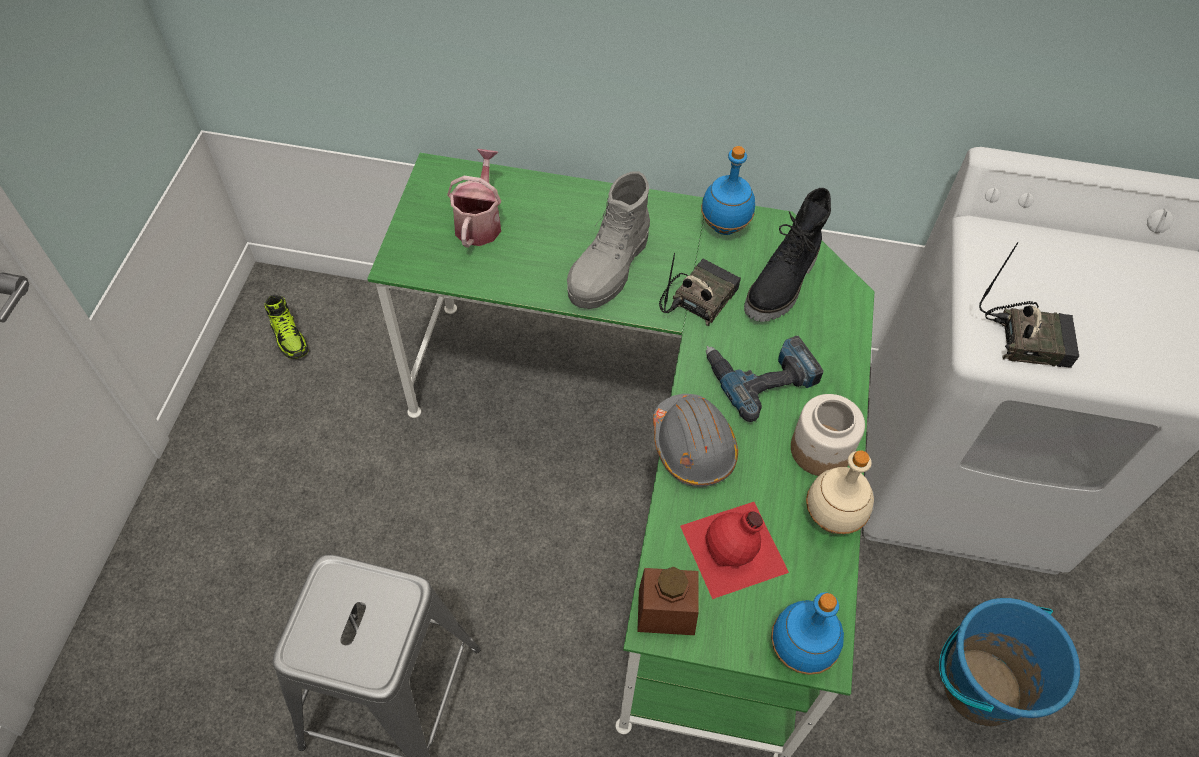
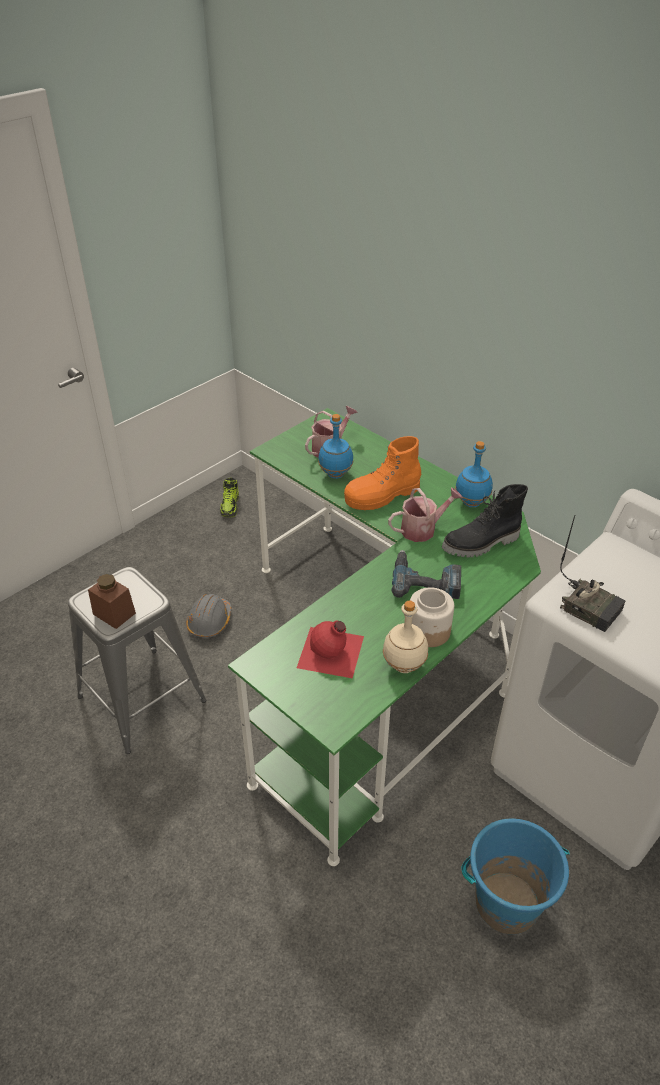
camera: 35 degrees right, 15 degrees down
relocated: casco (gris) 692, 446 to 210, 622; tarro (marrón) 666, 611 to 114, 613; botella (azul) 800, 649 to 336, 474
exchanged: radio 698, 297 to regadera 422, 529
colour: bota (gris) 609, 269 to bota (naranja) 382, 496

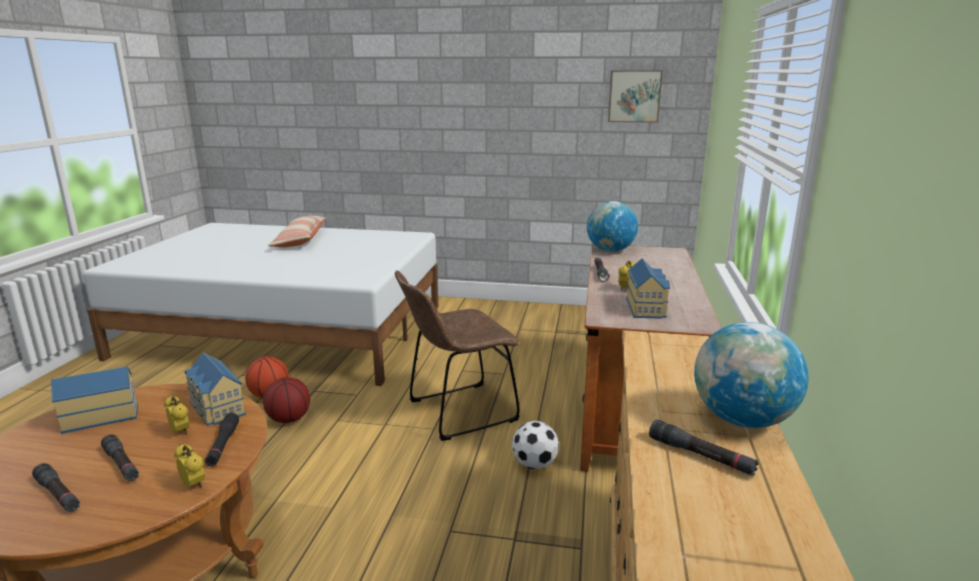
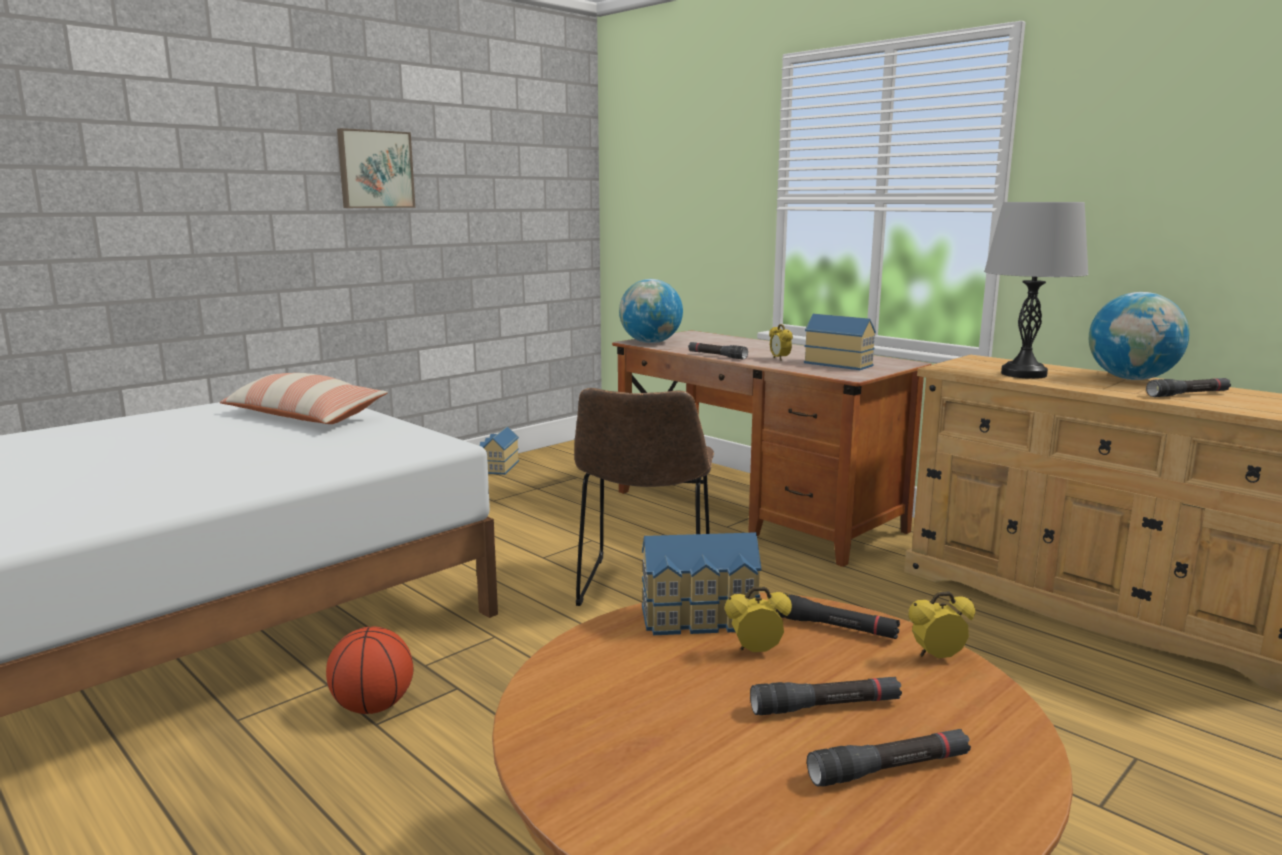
camera: 55 degrees left, 5 degrees down
missing: balón de baloncesto 289, 419; balón de fútbol 534, 464
appeared: lámpara de mesa (gris) 1023, 374
relocated: cuadro 634, 96 to 375, 169; cojín 300, 240 to 304, 416; casita 100, 416 to 498, 467

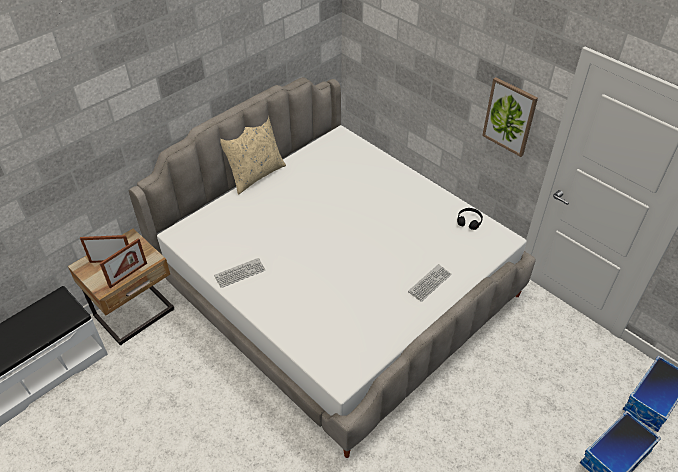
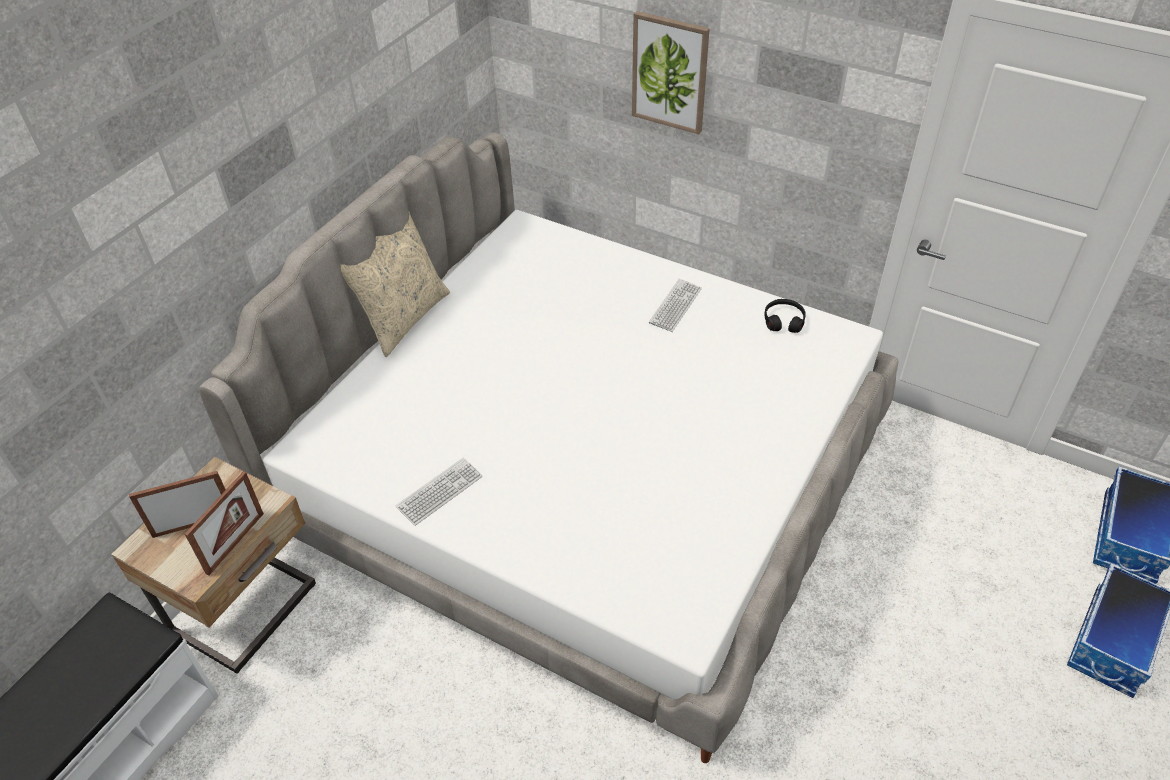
camera: 15 degrees left, 0 degrees up
relocated: cuadro 509, 116 to 670, 72; teclado 429, 283 to 675, 306

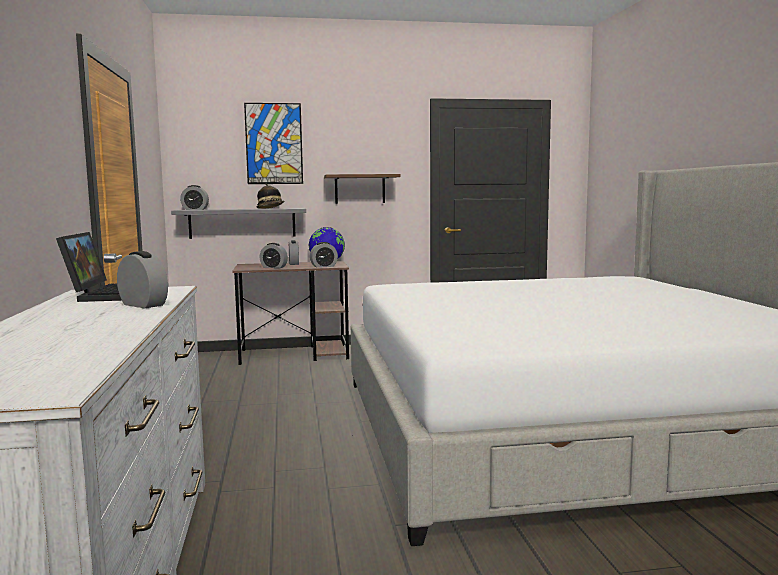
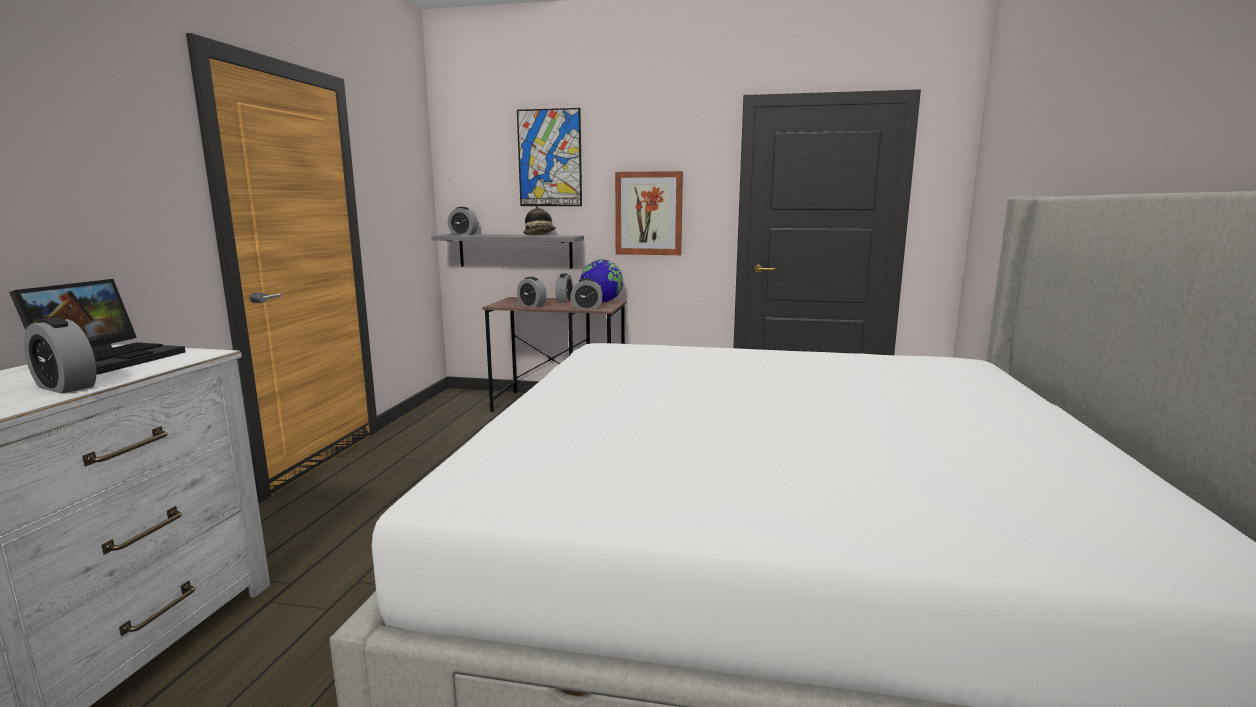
camera: 20 degrees right, 5 degrees up
exchanged: estante 360, 189 to cuadro 648, 213
spun: despertador 143, 305 = 66, 387 150 degrees clockwise

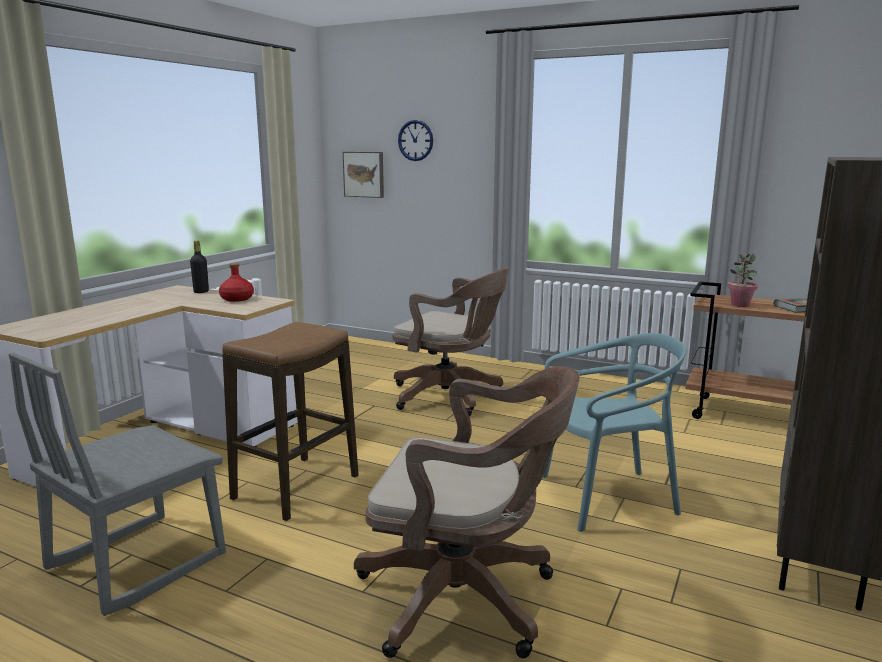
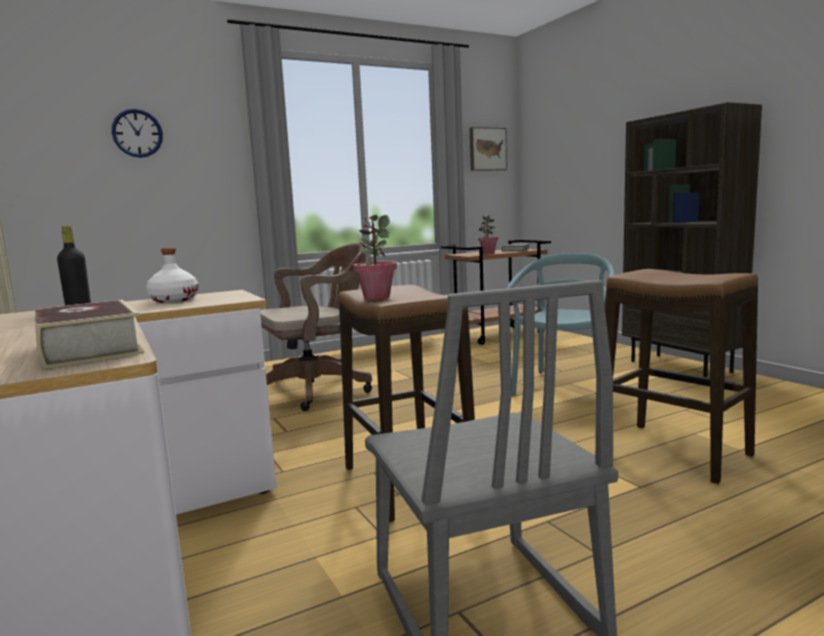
camera: 55 degrees left, 5 degrees down
appeared: planta en maceta 376, 297; libro 89, 349
relocated: cuadro 364, 174 to 487, 149
exchanged: silla de oficina (marrón) 467, 599 to taburete 674, 452
colour: botella (rojo) 237, 299 to botella (blanco) 173, 300

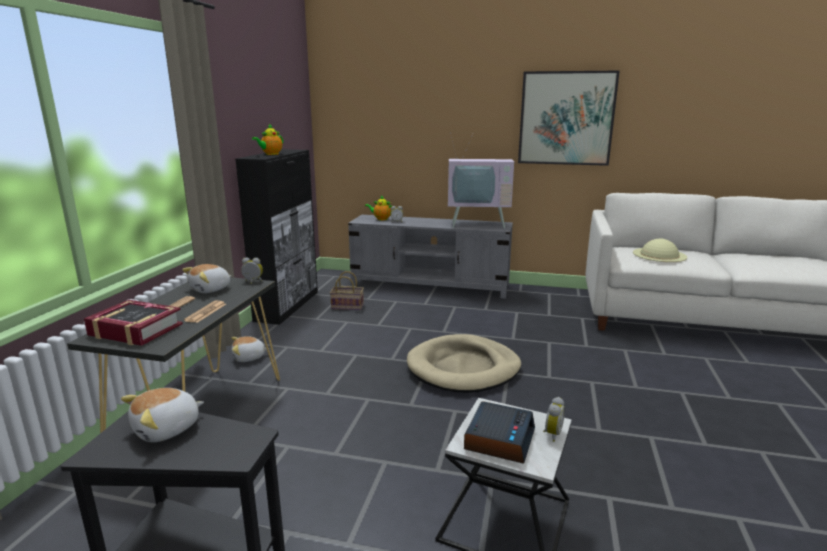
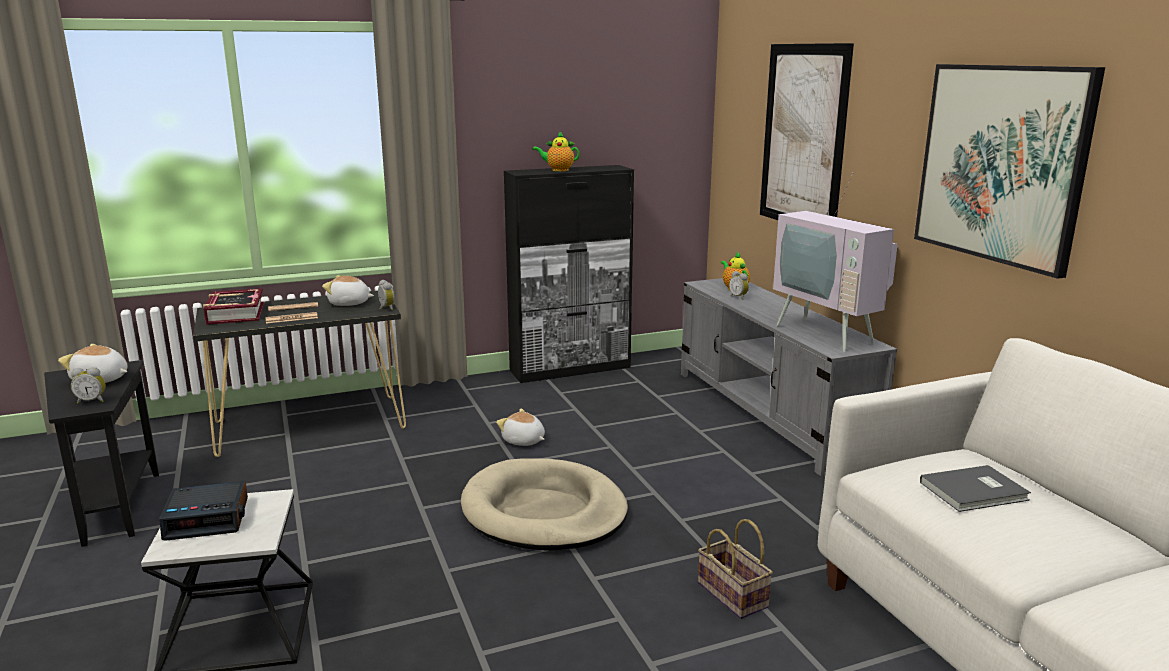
camera: 55 degrees right, 0 degrees up
appeared: cuadro 803, 137
relocated: cesta 348, 306 to 734, 595; peluche 249, 358 to 523, 441; despertador 551, 434 to 92, 401
exchanged: sombrero (beis) 659, 254 to libro (gris) 976, 492

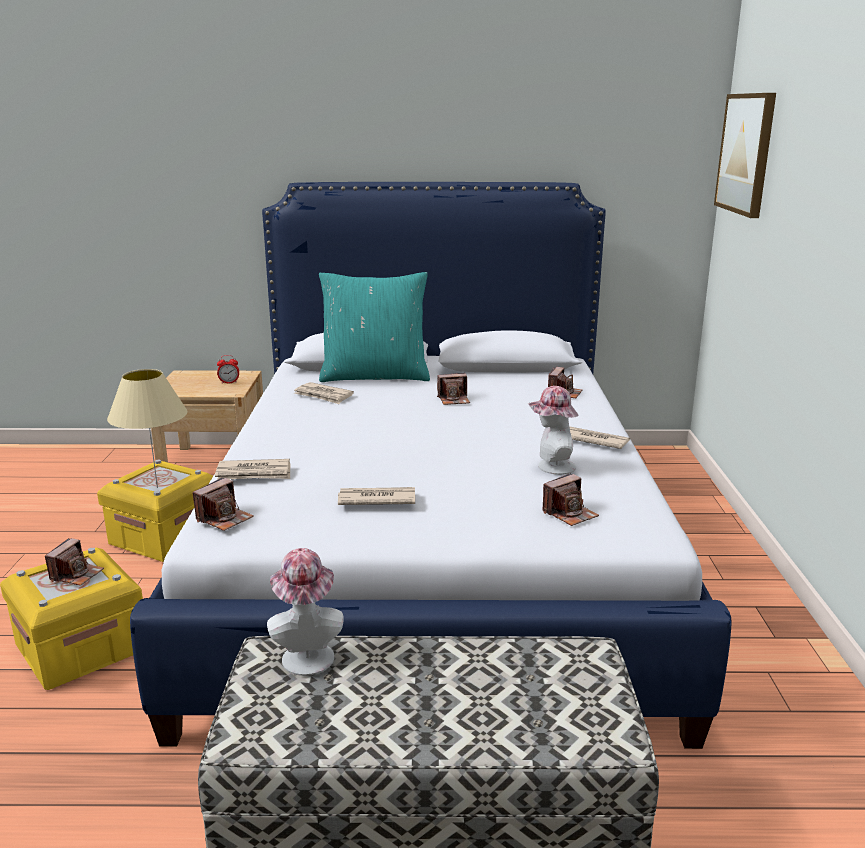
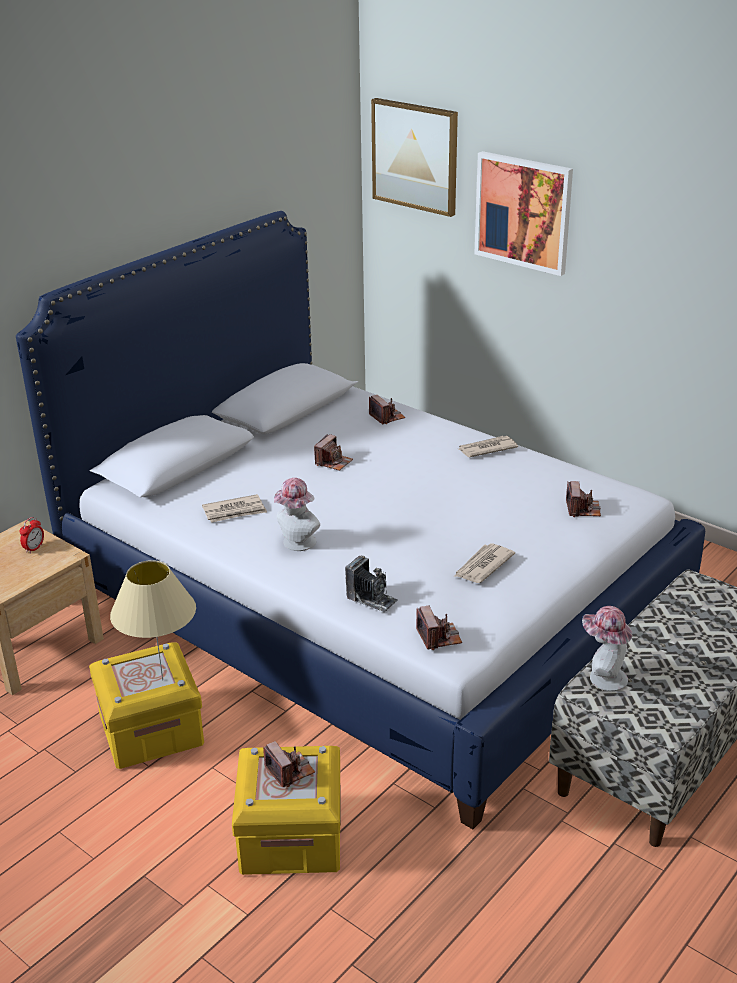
camera: 50 degrees left, 10 degrees up
missing: cojín (turquesa) 375, 376
appeared: cuadro 523, 212
relocated: sombrero 551, 467 to 297, 544
exchanged: periódico 254, 473 to cámara 371, 599

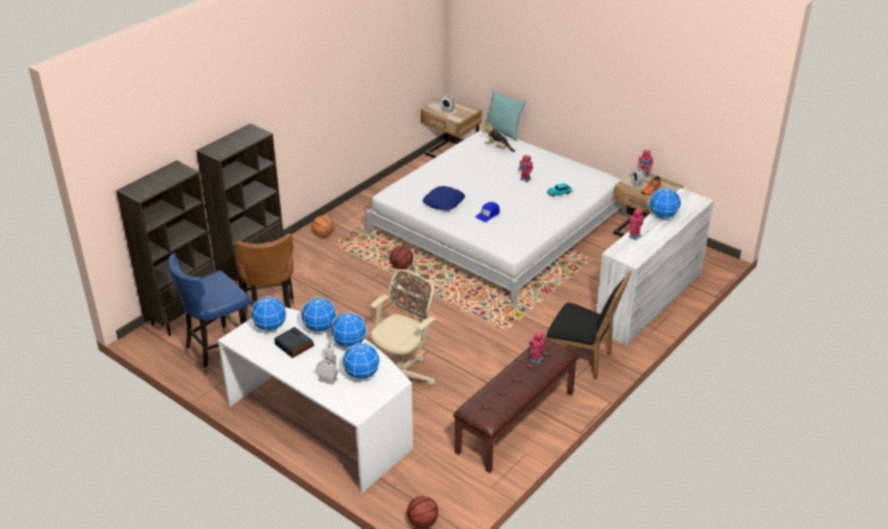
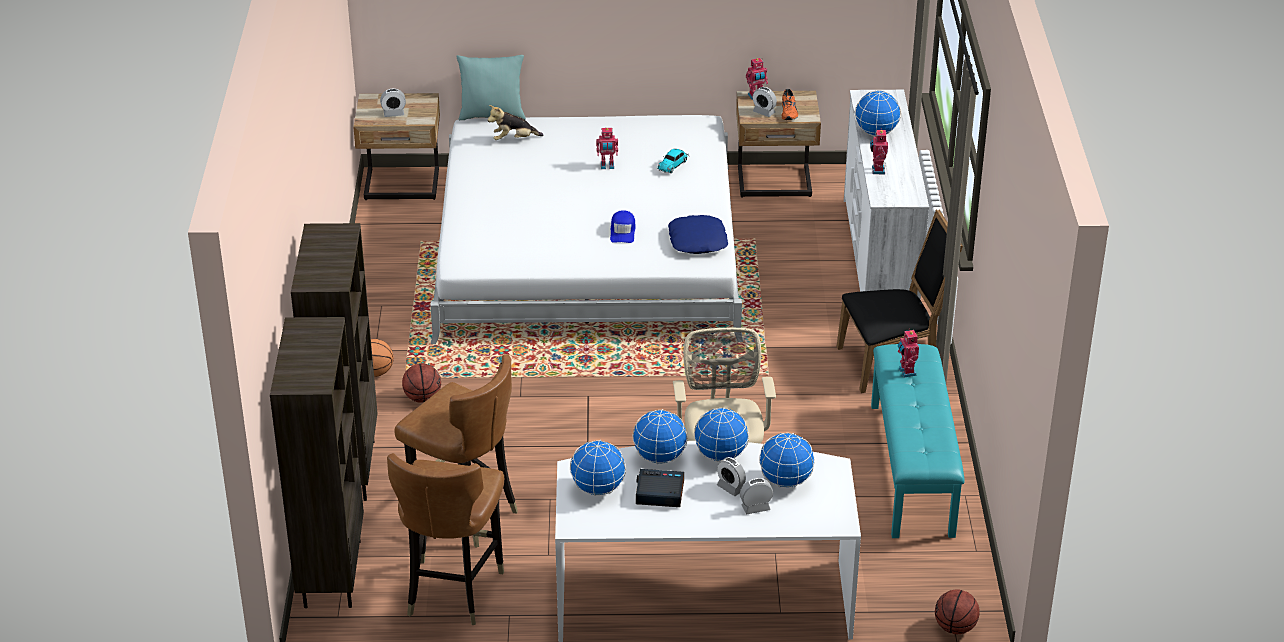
camera: 40 degrees left, 0 degrees up
relocated: cojín (azul) 444, 202 to 698, 241; balón de baloncesto 401, 267 to 422, 398
colour: silla (azul) 218, 353 to silla (marrón) 452, 591; banco (marrón) 516, 422 to banco (turquesa) 913, 469

